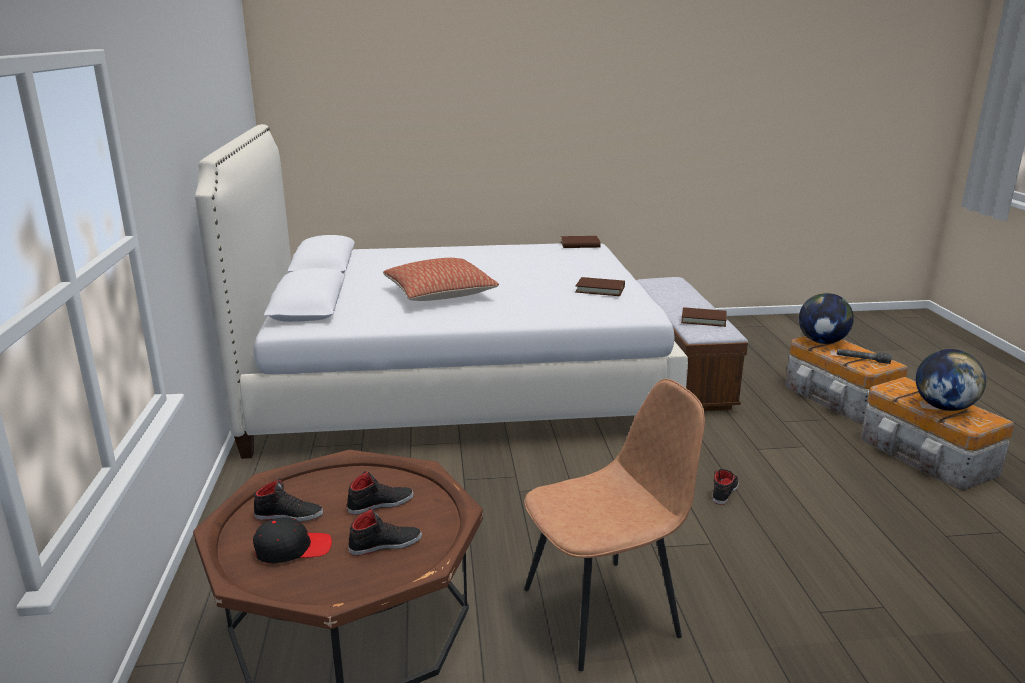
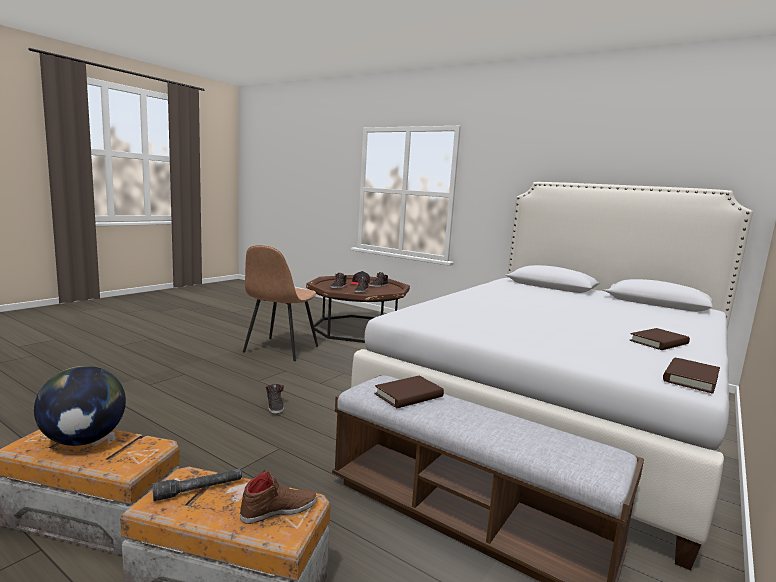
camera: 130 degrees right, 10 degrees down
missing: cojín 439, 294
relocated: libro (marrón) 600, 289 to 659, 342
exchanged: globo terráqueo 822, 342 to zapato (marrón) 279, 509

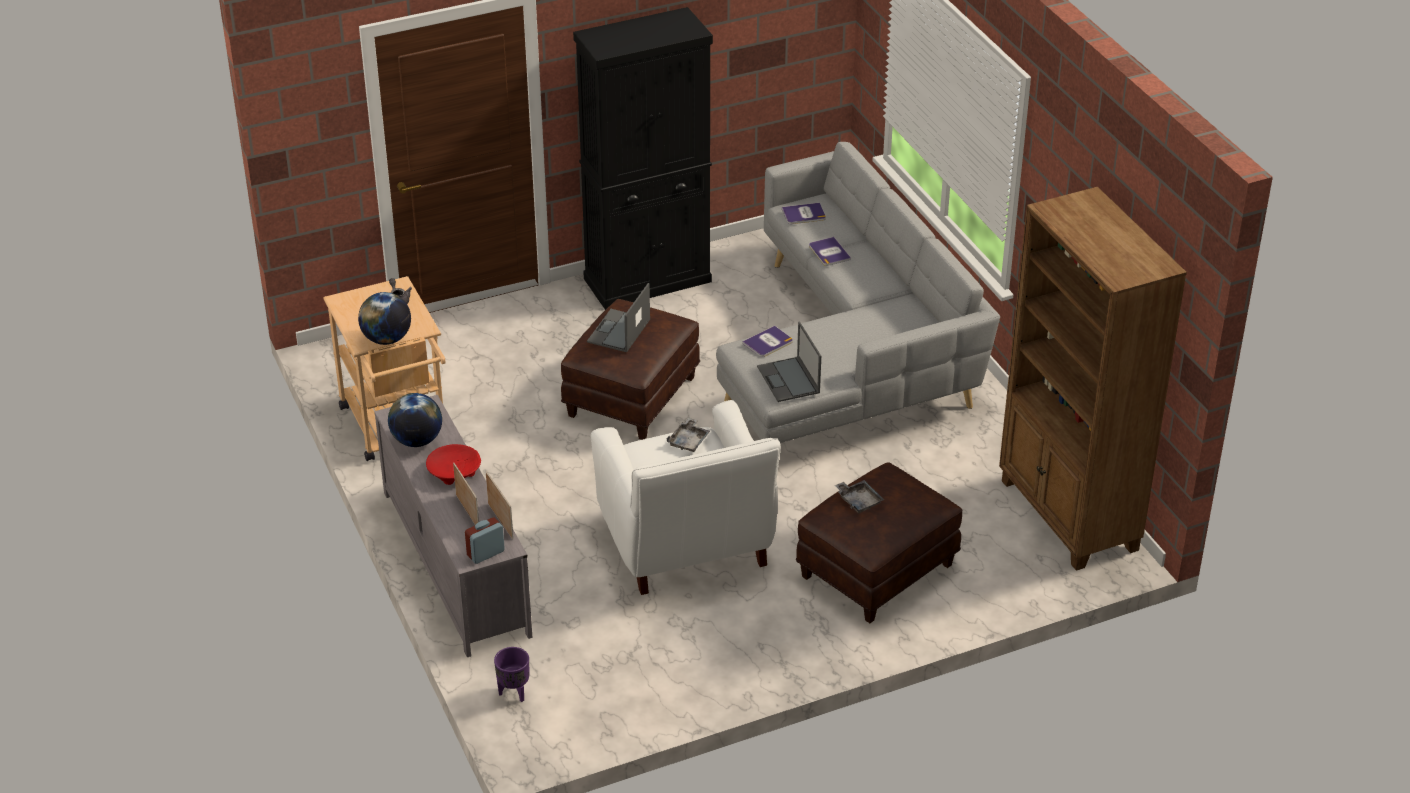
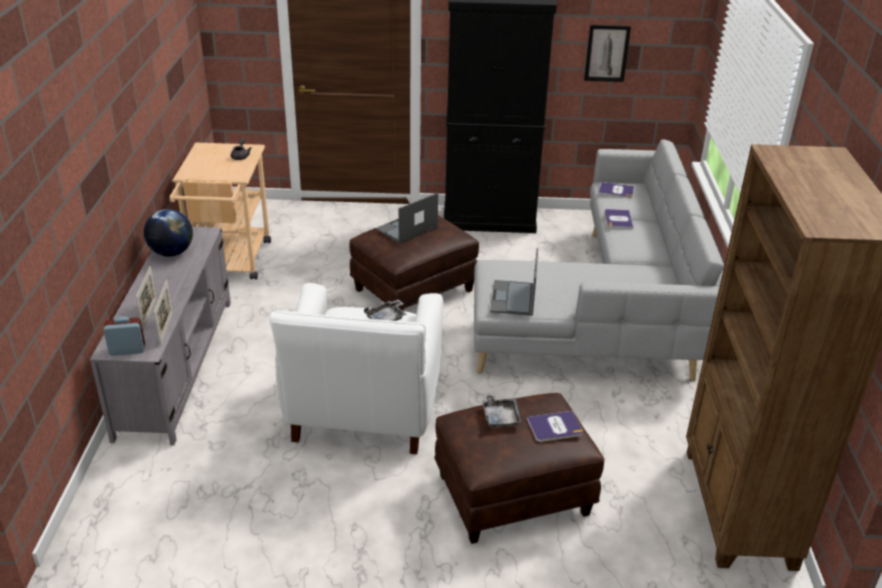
camera: 25 degrees right, 5 degrees down
missing: globo terráqueo 386, 339; cuenco (rojo) 453, 472; maceta (morado) 513, 692
appeared: cuadro 607, 53
relocated: libro 768, 342 to 554, 427

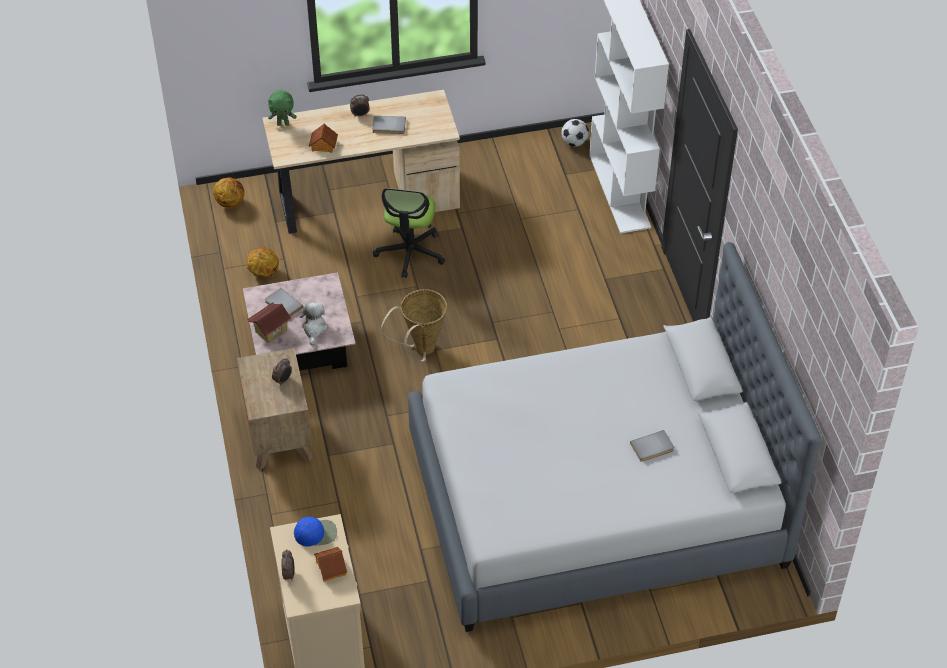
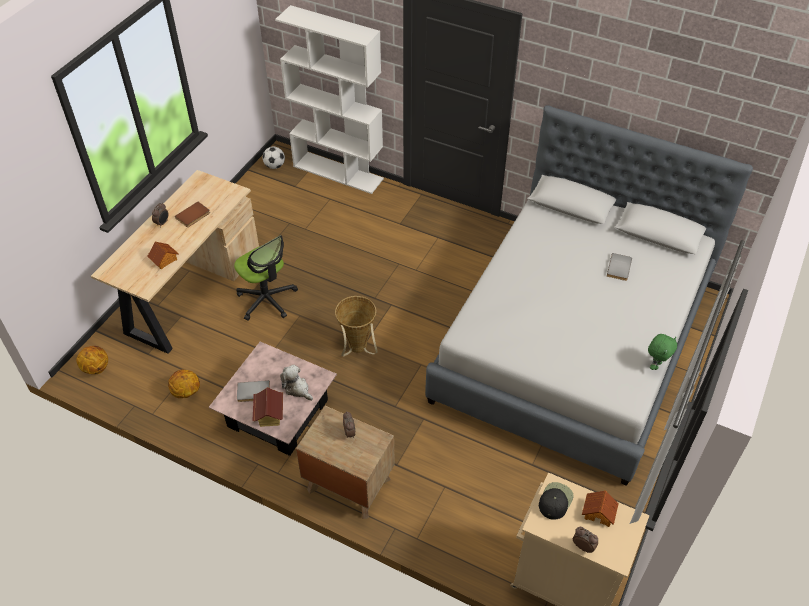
camera: 50 degrees left, 0 degrees up
relocated: peluche (verde) 283, 123 to 656, 365
colour: libro (gris) 389, 127 to libro (marrón) 193, 216; gorra (azul) 316, 533 to gorra (negro) 555, 500

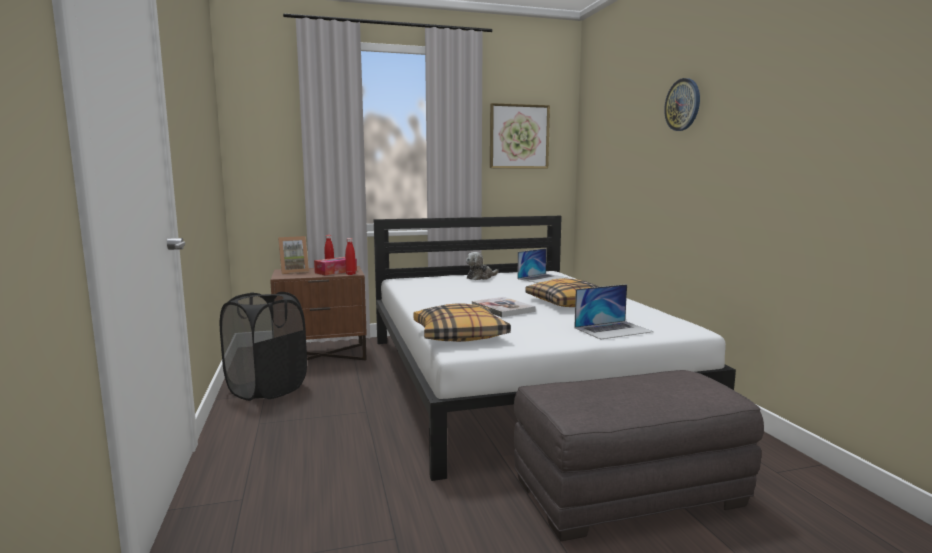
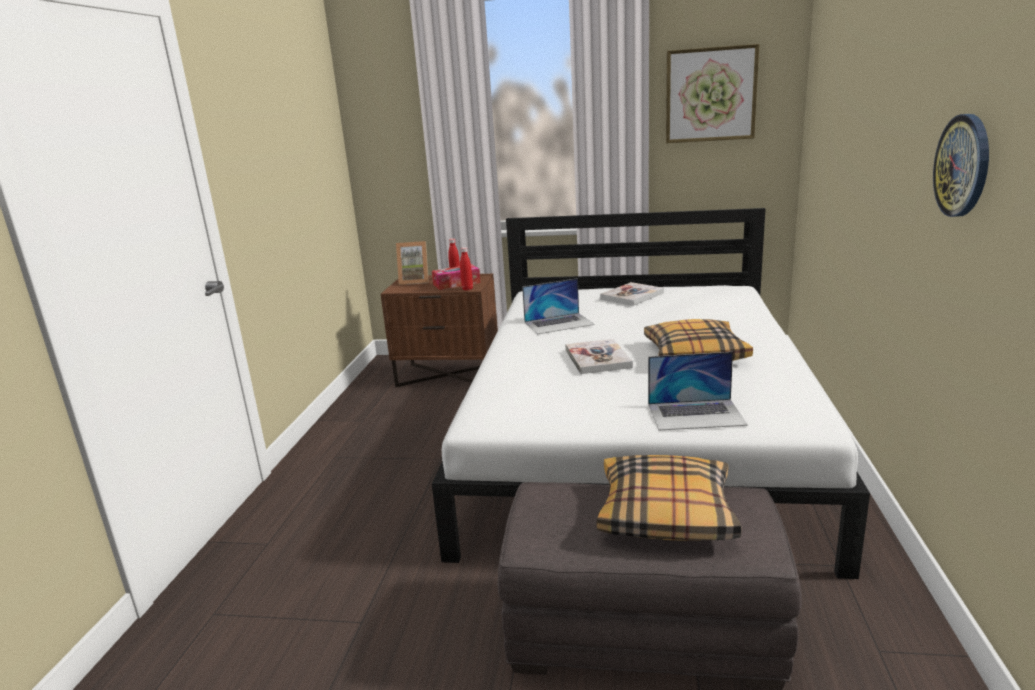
camera: 25 degrees right, 10 degrees up
missing: cesto de la ropa (negro) 267, 389
relocated: reloj de pared 683, 104 to 963, 166; portátil 542, 278 to 559, 323; cojín 460, 335 to 665, 514
exchanged: peluche 480, 277 to libro 632, 296

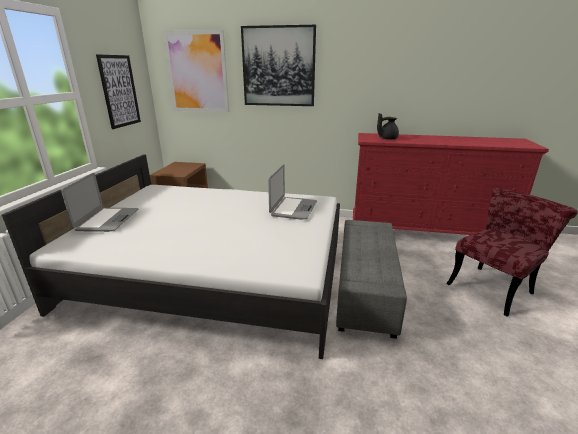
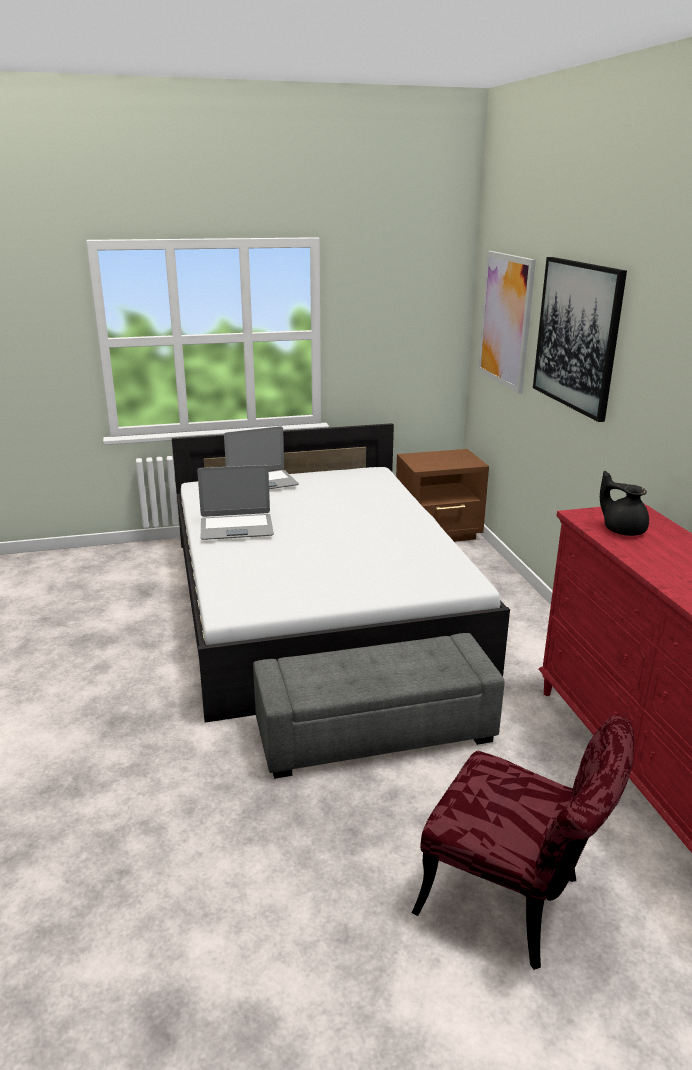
camera: 65 degrees right, 0 degrees up
missing: cuadro 119, 91
relocated: portátil 293, 208 to 236, 528

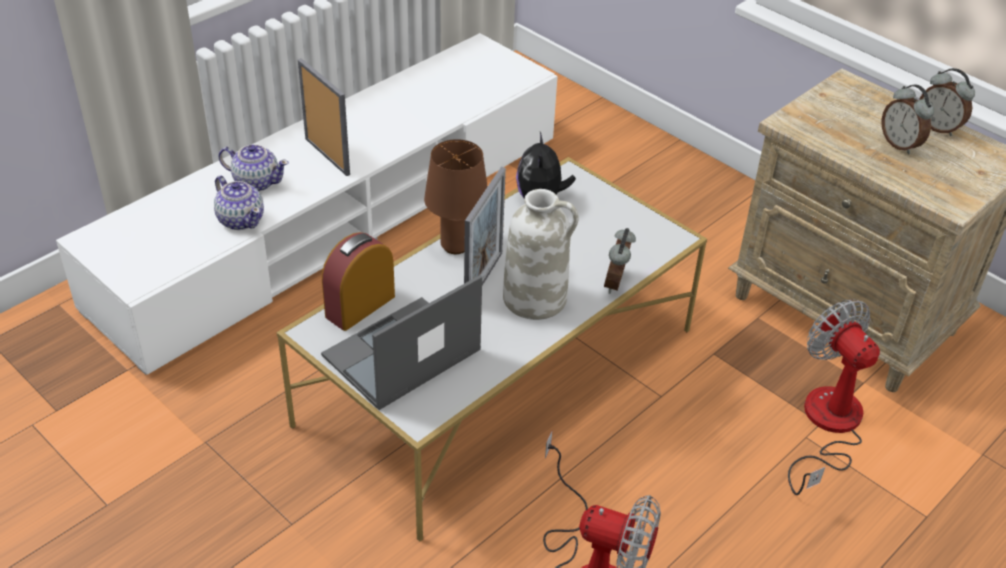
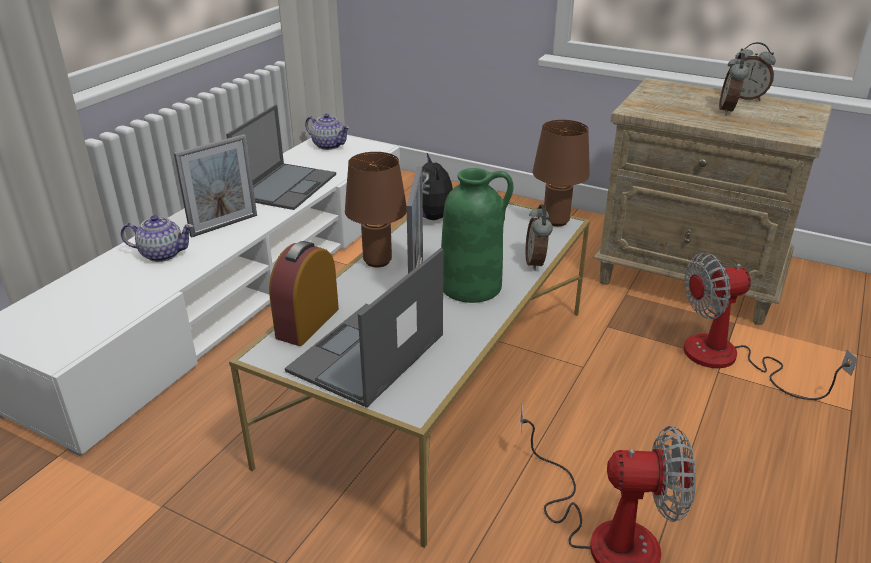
camera: 15 degrees left, 10 degrees down
appeared: portátil 287, 186; lámpara de mesa (marrón) 555, 221
relocated: tetera 241, 219 to 329, 145
colour: florero (blanco) 536, 298 to florero (verde) 472, 286
spun: portarretratos 327, 156 = 224, 225 105 degrees clockwise; despertador 900, 144 = 728, 110 60 degrees clockwise; ventilador 827, 426 = 729, 360 60 degrees counterclockwise

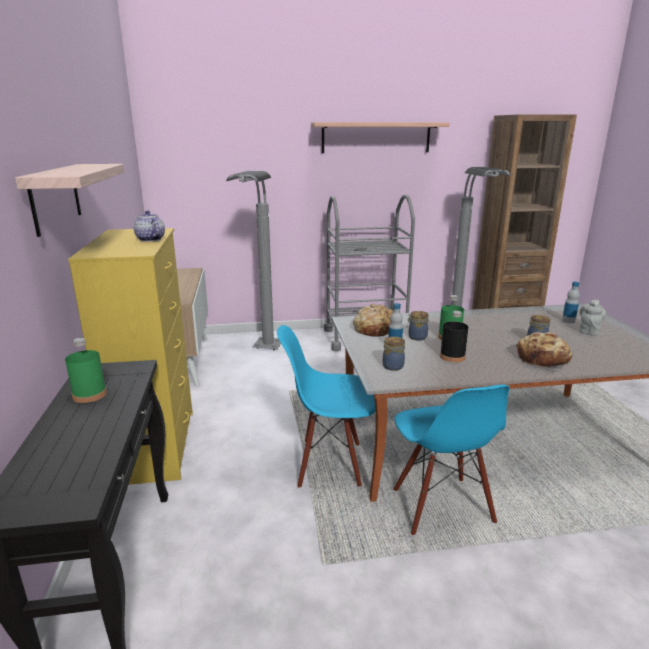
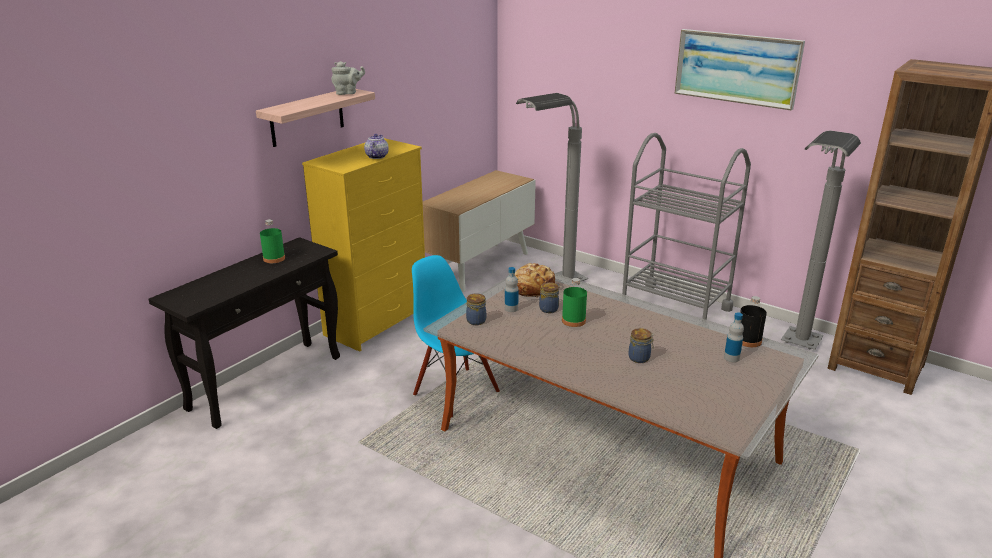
camera: 45 degrees right, 5 degrees up
missing: pan 543, 359; silla (azul) 441, 506
relocated: tetera (gris) 589, 331 to 348, 93; botella (negro) 452, 357 to 748, 340
exchanged: estante 376, 137 to cuadro 737, 68

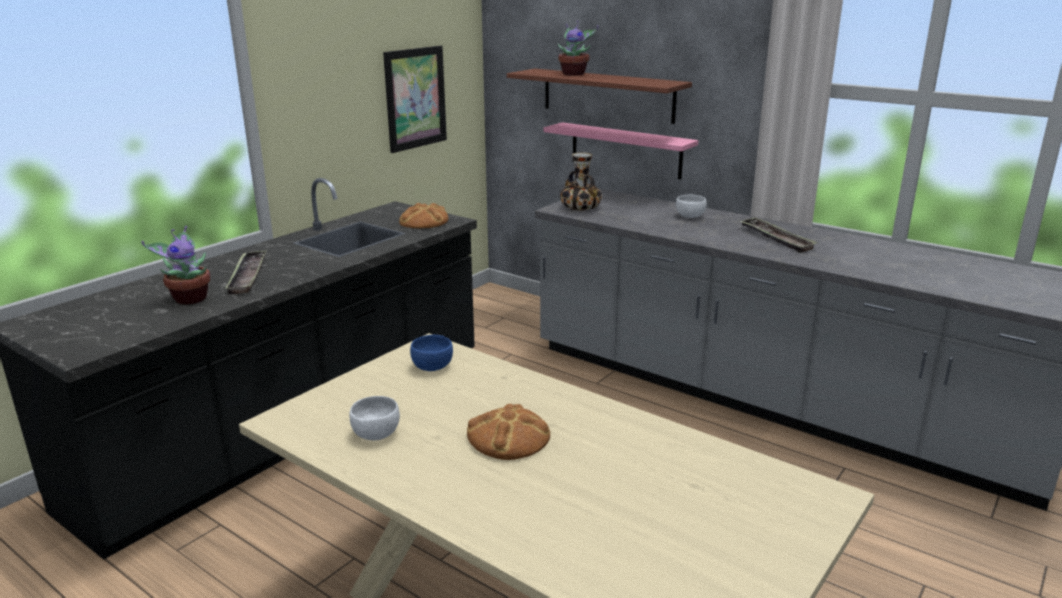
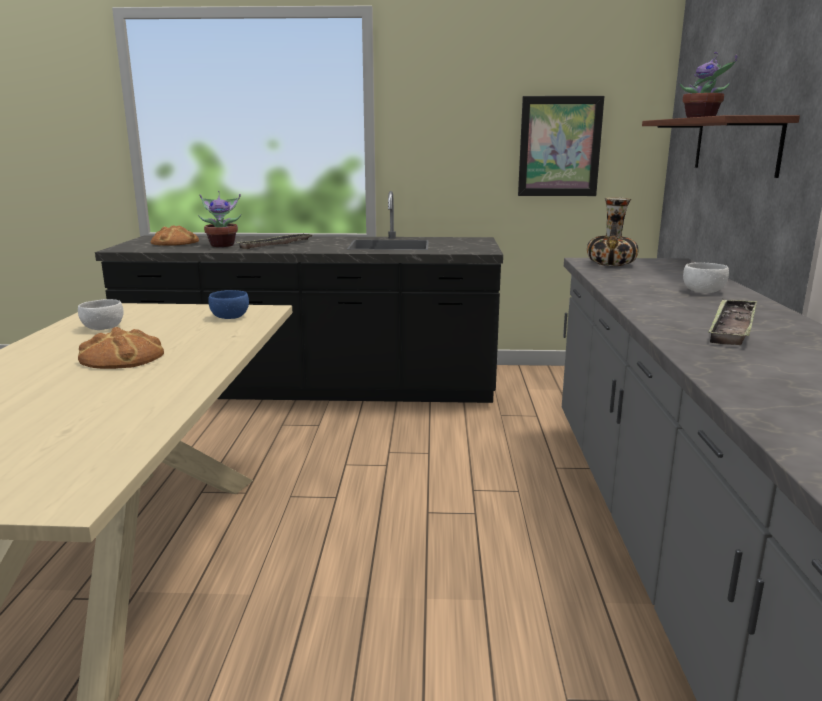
camera: 55 degrees right, 5 degrees down
missing: estante (rosa) 625, 150
relocated: pan 424, 221 to 174, 242

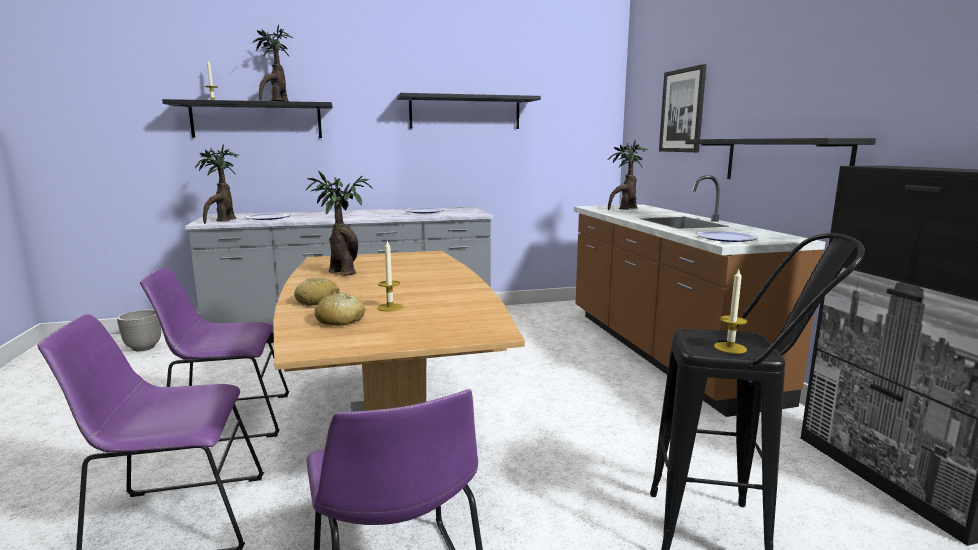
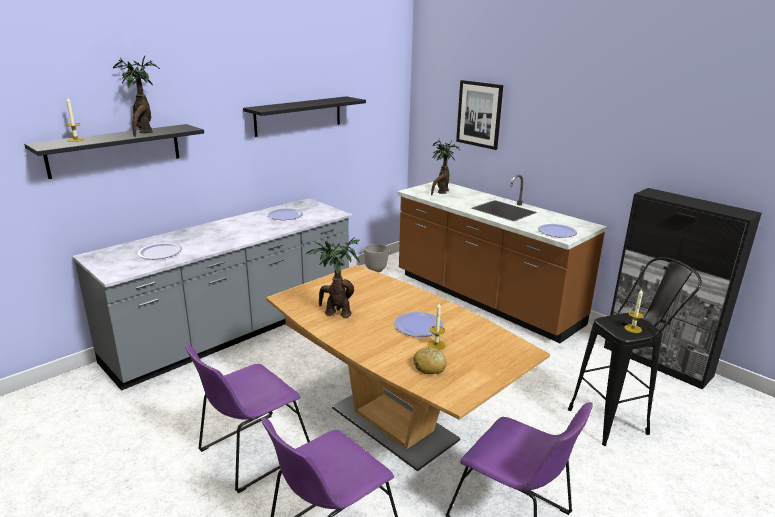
camera: 30 degrees left, 10 degrees up
missing: estante (negro) 783, 161; planta en maceta 223, 221; pan 317, 301
appeared: plato 418, 325
relocated: maceta 144, 348 to 376, 270

